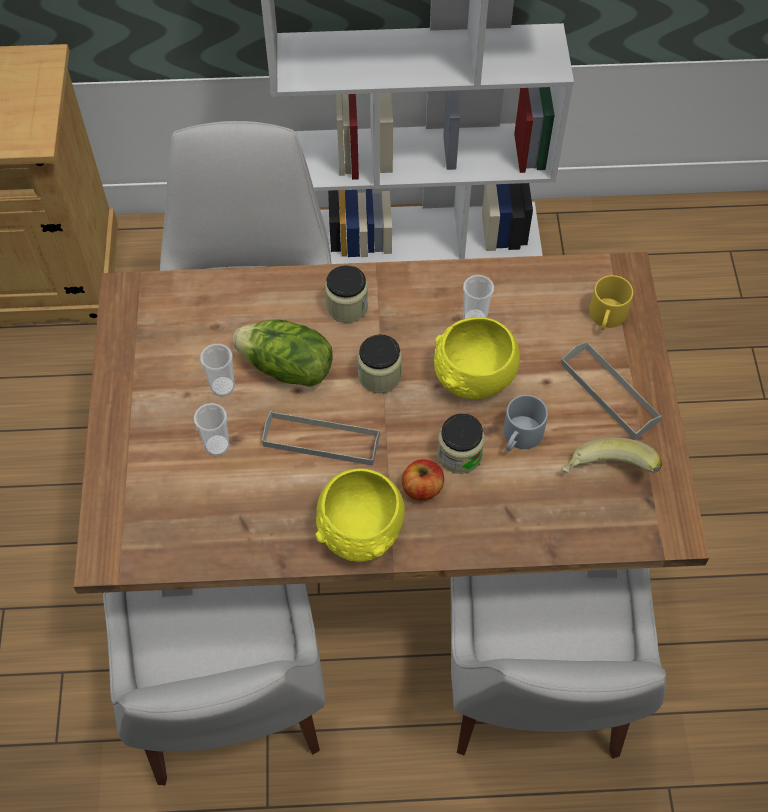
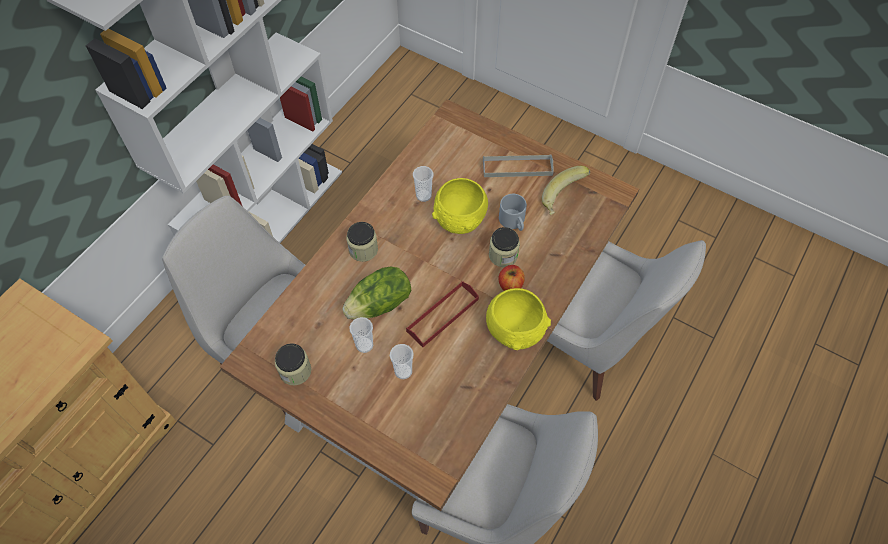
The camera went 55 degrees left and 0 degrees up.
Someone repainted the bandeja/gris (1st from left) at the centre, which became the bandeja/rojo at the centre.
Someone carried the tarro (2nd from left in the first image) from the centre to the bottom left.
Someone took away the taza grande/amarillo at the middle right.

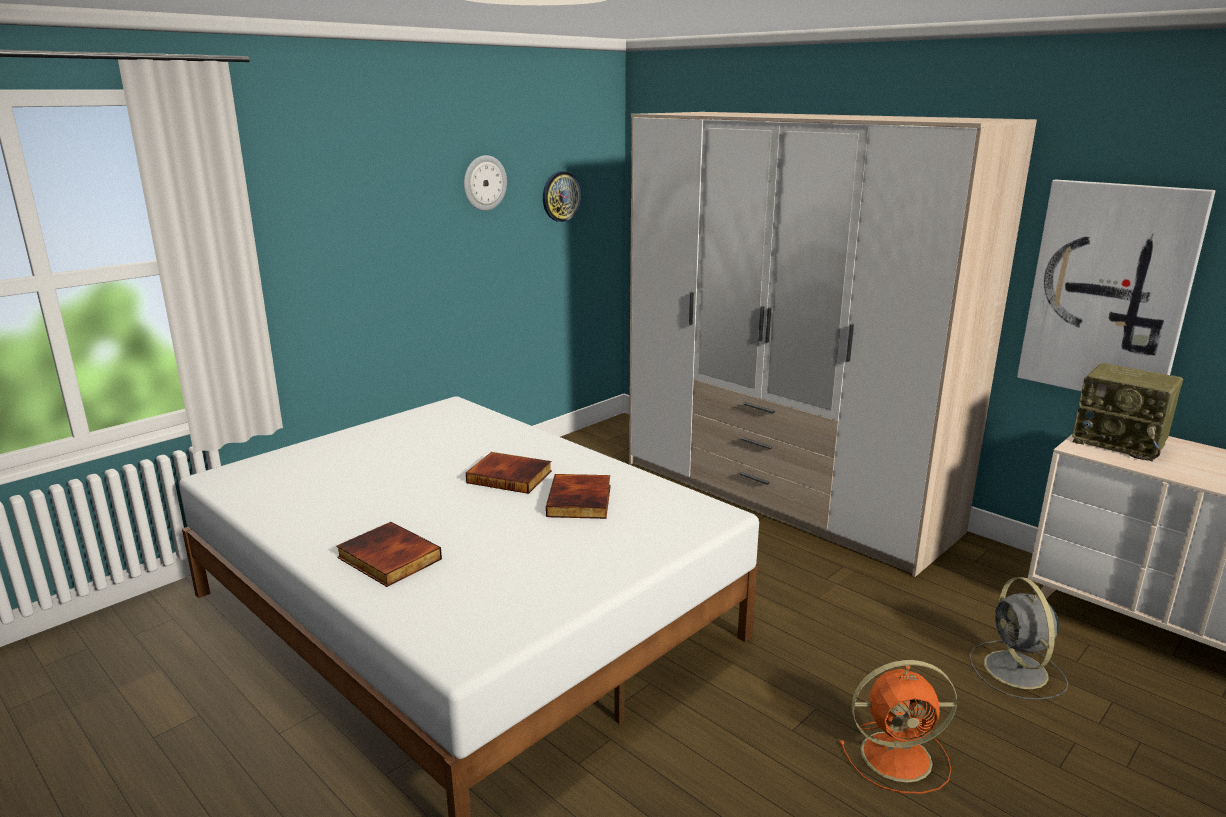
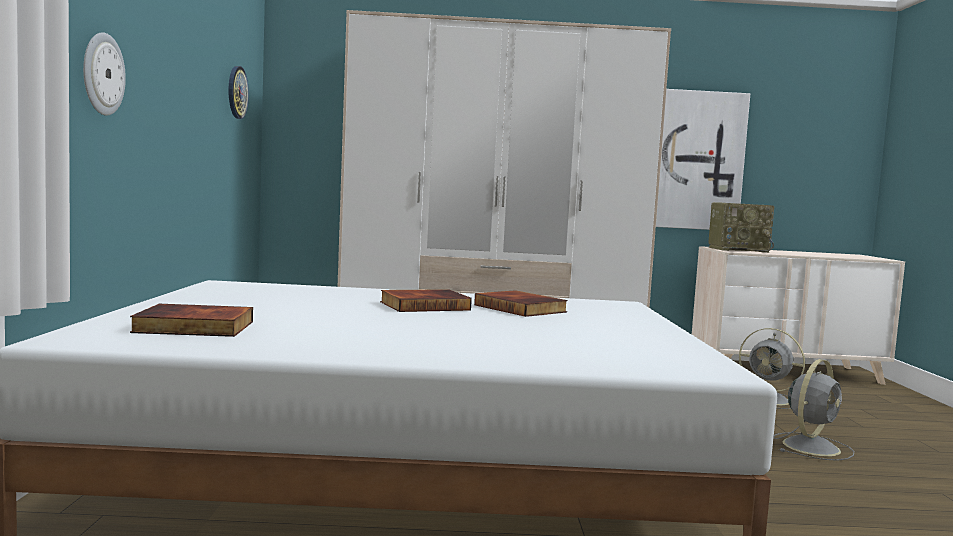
The camera went 45 degrees left and 15 degrees down.
Someone carried the libro (1st from left) from the bottom left to the middle left.
Someone carried the reloj de pared (1st from left) from the top centre to the top left.
Someone repainted the ventilador/naranja at the bottom right, which became the ventilador/gris (2nd from left) at the bottom right.

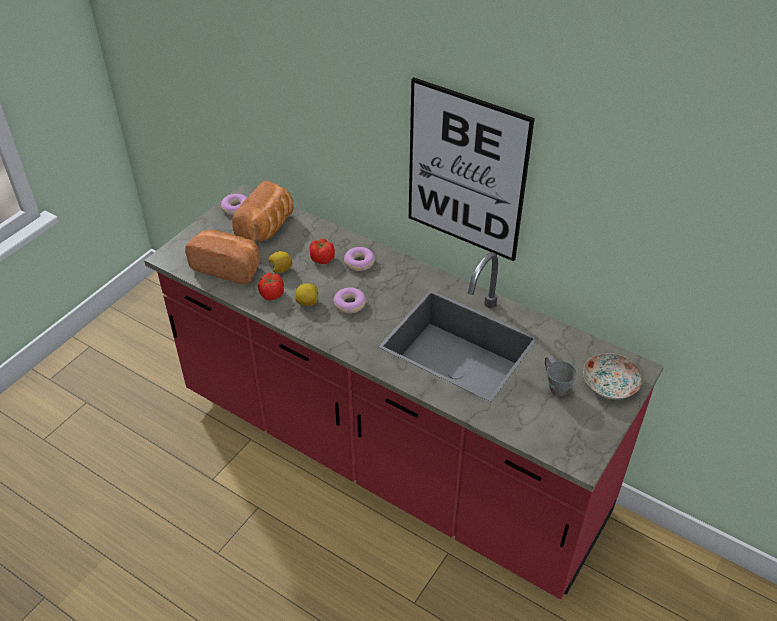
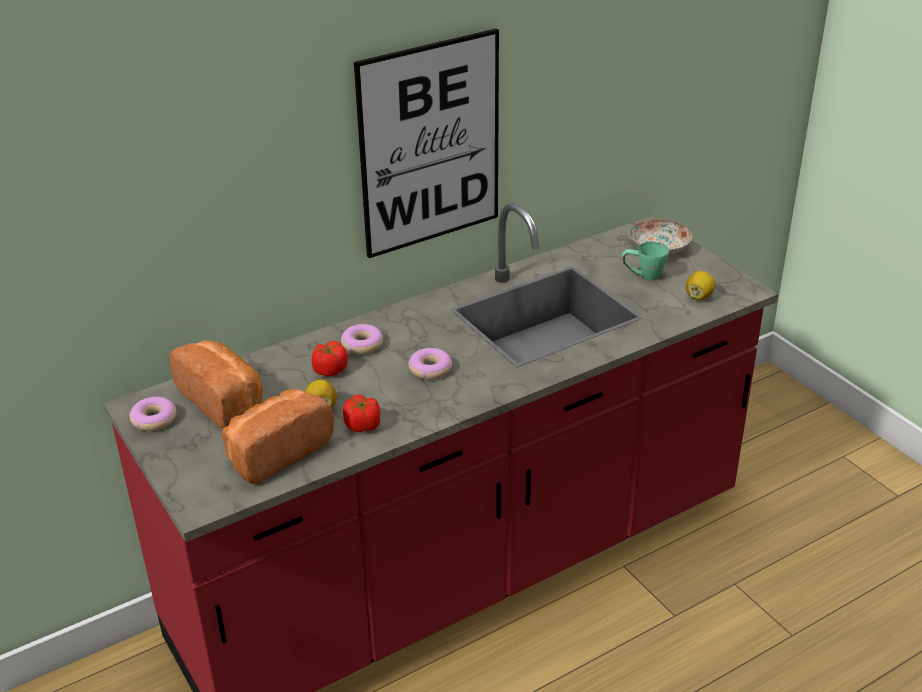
The camera went 65 degrees left and 10 degrees down.
Someone carried the limón (2nd from left) from the centre to the middle right.
Someone repainted the taza grande/gris at the middle right, which became the taza grande/verde at the middle right.

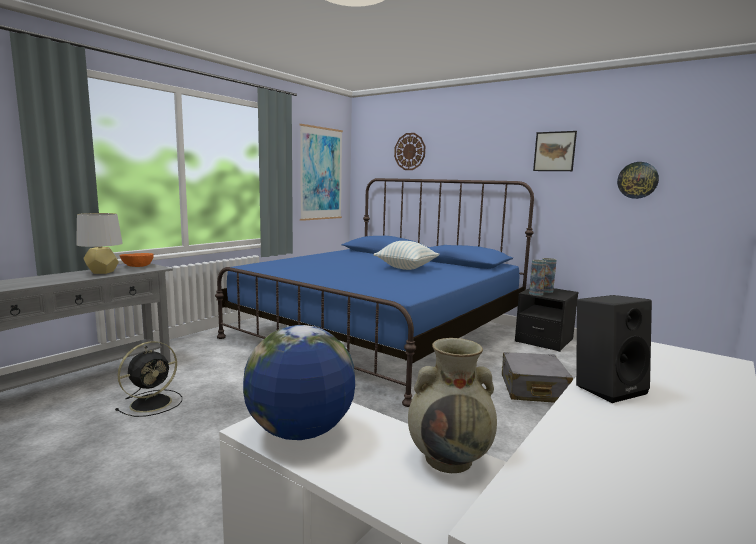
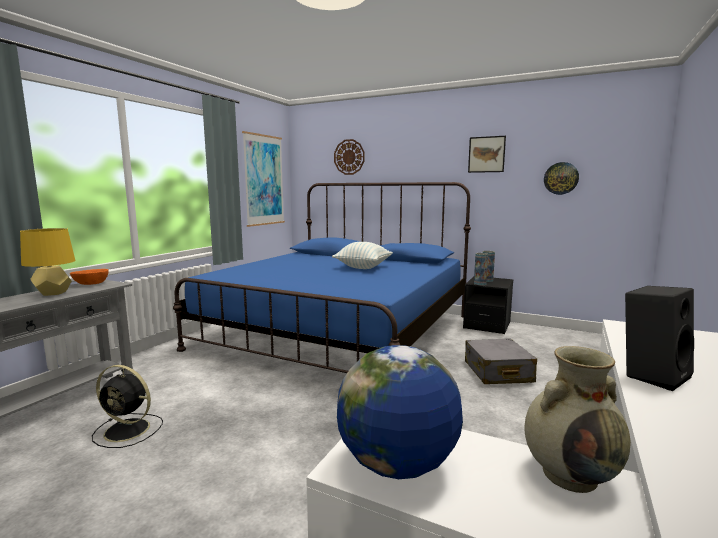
The camera went 10 degrees left and 0 degrees up.
Someone repainted the lámpara de mesa/gris at the middle left, which became the lámpara de mesa/amarillo at the middle left.
Someone rotated the ventilador/negro at the bottom left by 75 degrees clockwise.

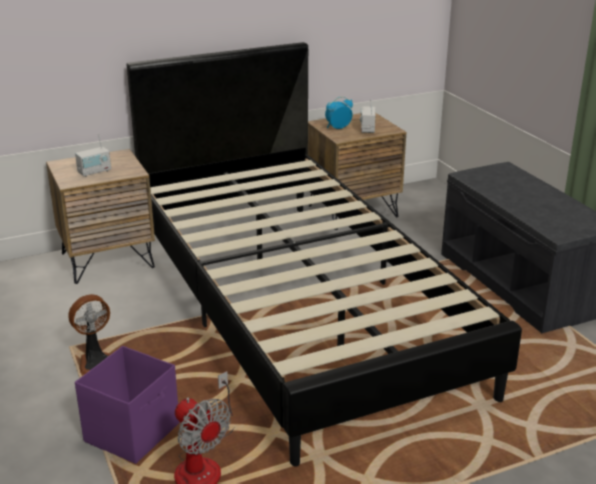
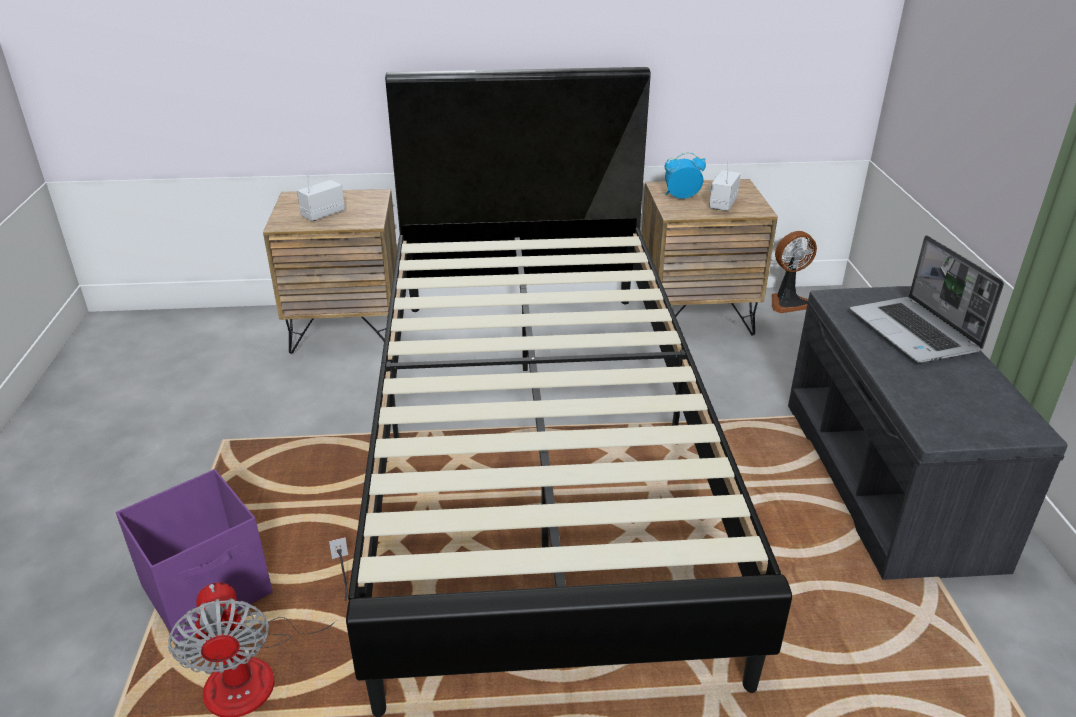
The camera went 20 degrees right and 5 degrees up.
Someone carried the ventilador (1st from left in the first image) from the bottom left to the middle right.
Someone rotated the radio (1st from left) at the top left by 150 degrees clockwise.
Someone put down the portátil at the middle right.

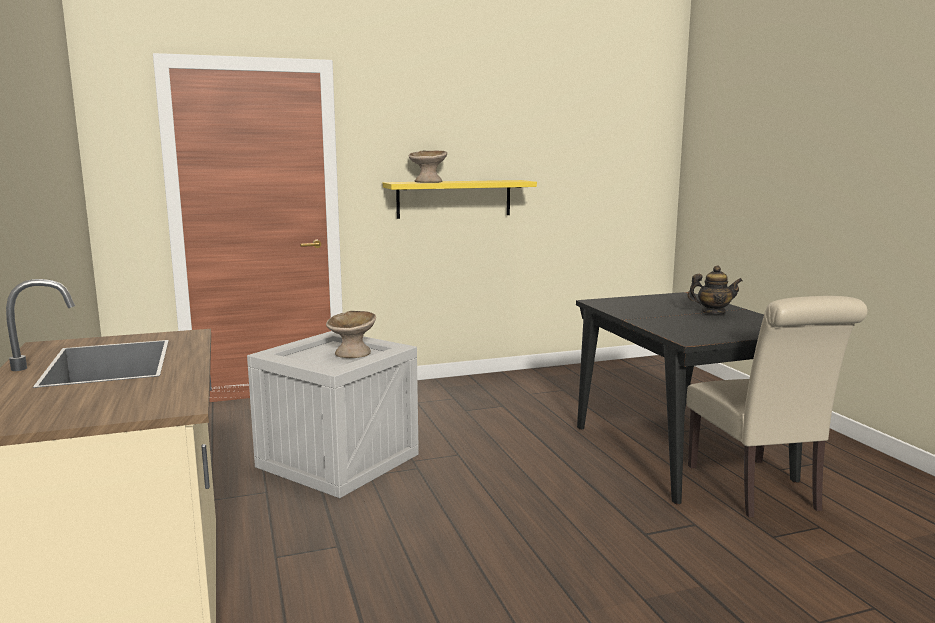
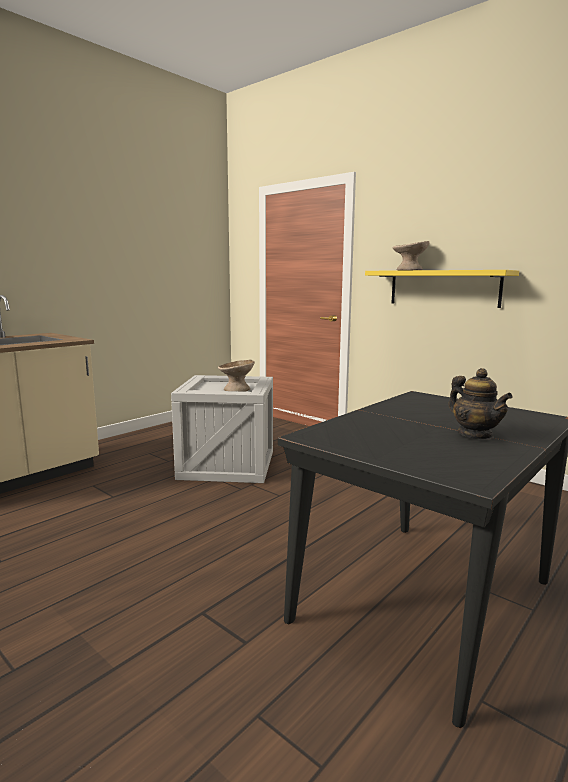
The camera went 60 degrees right and 0 degrees up.
Someone took away the silla/beis at the middle right.

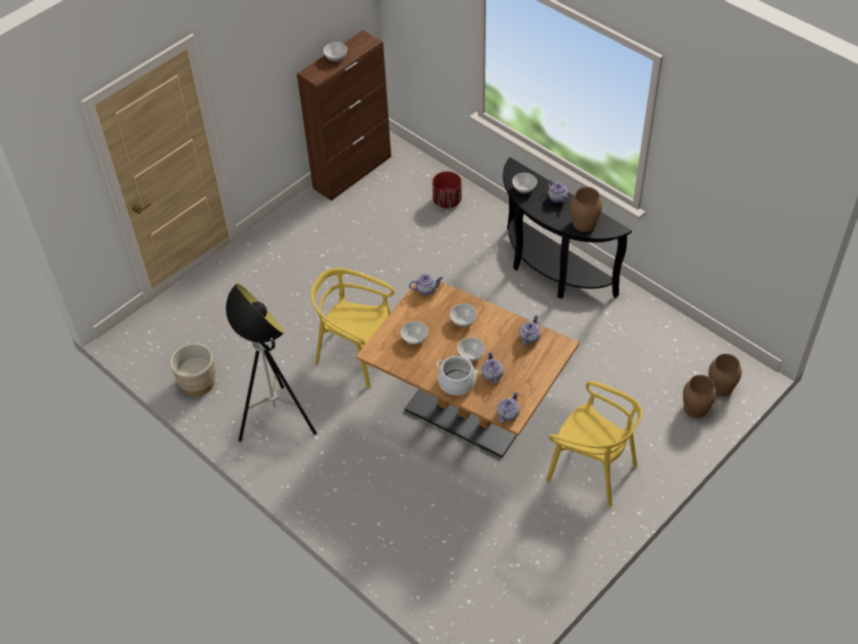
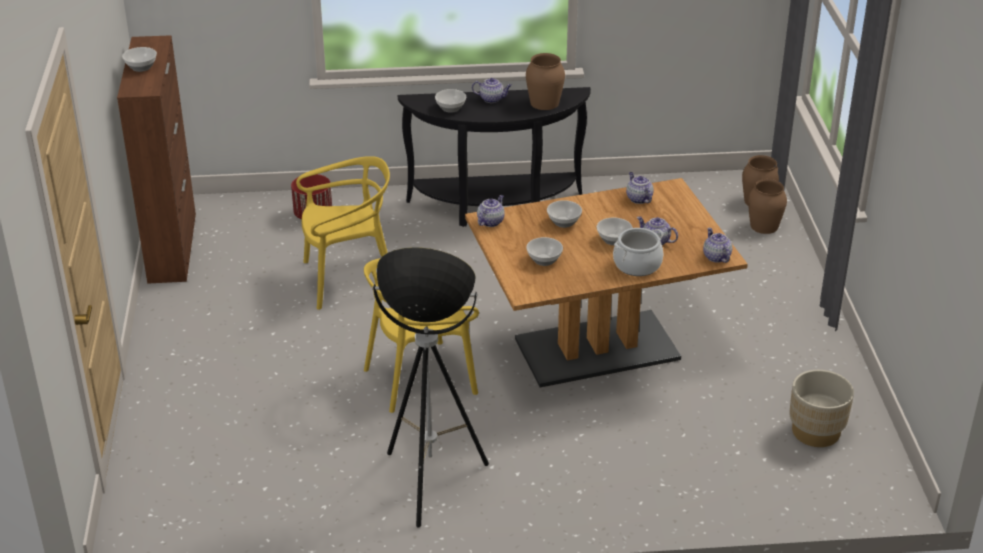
The camera went 50 degrees left and 15 degrees down.
Someone carried the maceta/beis from the middle left to the bottom right.
Someone carried the silla/amarillo (2nd from left in the first image) from the bottom right to the centre.

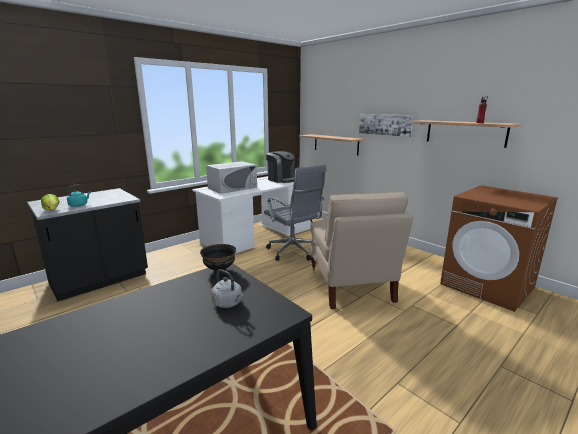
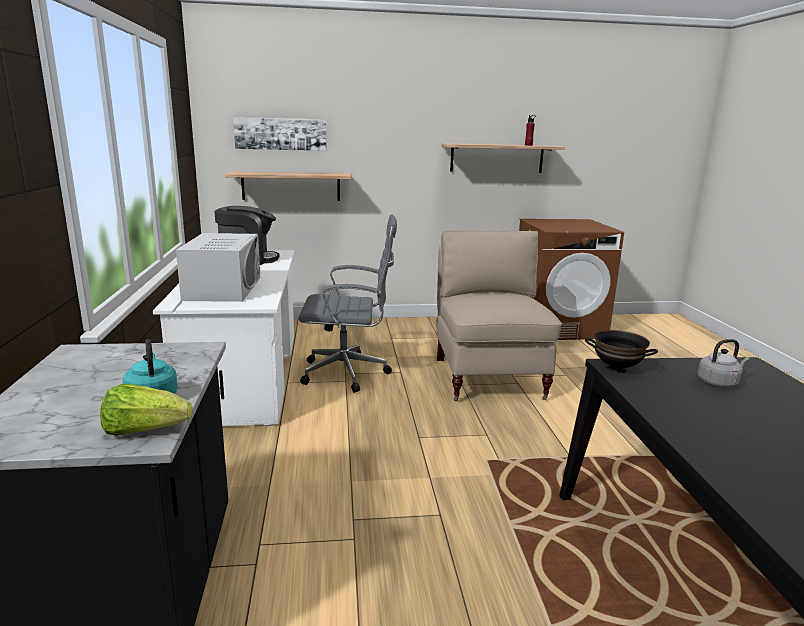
The camera went 55 degrees left and 0 degrees up.
Someone rotated the silla/beis at the centre by 120 degrees counterclockwise.
Someone carried the cuadro from the top right to the top centre.

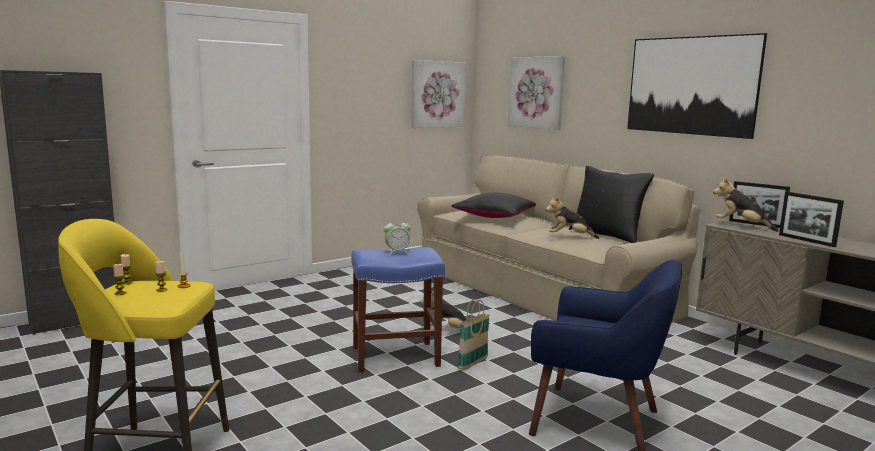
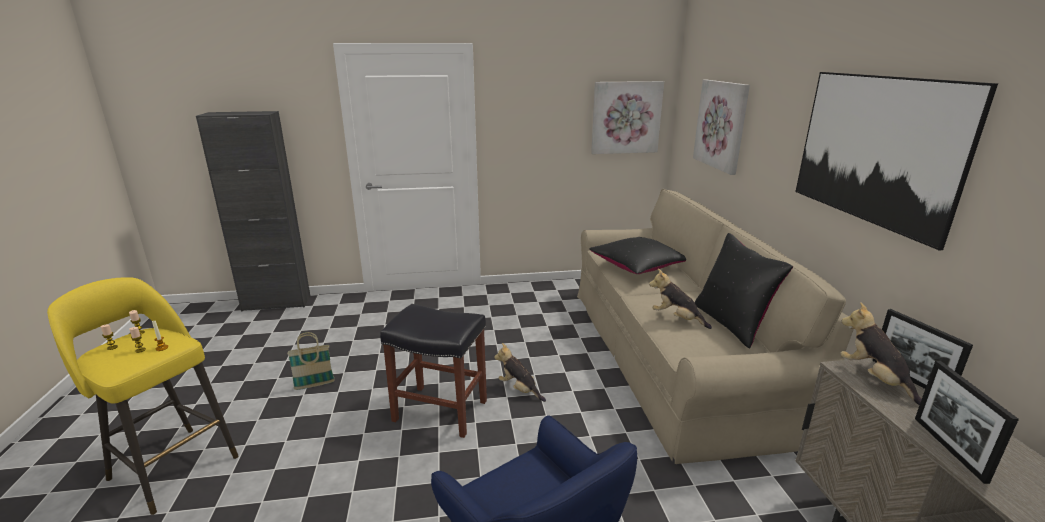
The camera went 30 degrees right and 10 degrees up.
Someone repainted the taburete/azul at the bottom centre, which became the taburete/negro at the bottom centre.
Someone took away the despertador at the centre.
Someone carried the cesta from the bottom centre to the bottom left.

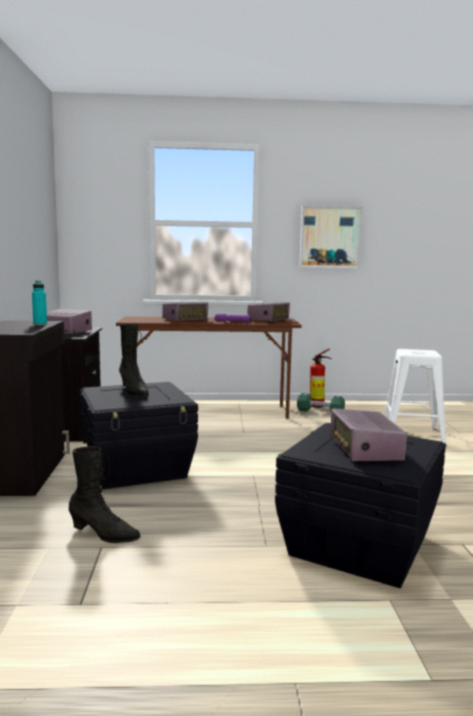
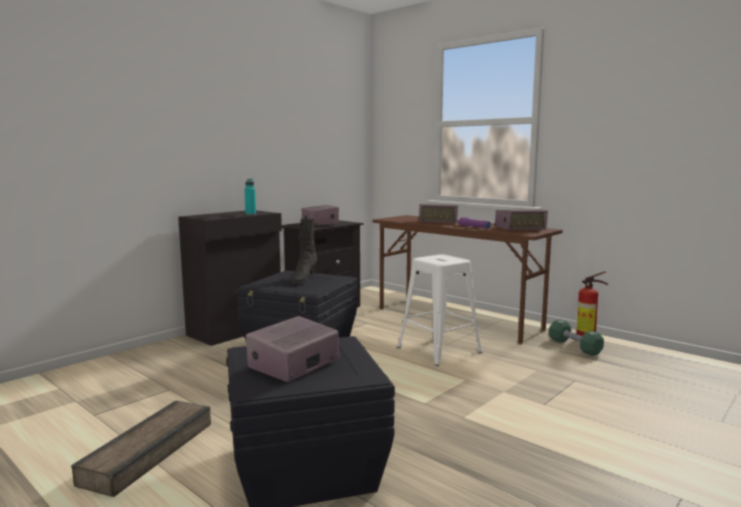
The camera went 45 degrees right and 0 degrees up.
Someone took away the bota/negro (1st from left) at the bottom left.
Someone took away the cuadro at the top right.
Someone carried the taburete/blanco from the middle right to the centre.
Someone put down the caja de embalaje at the bottom left.

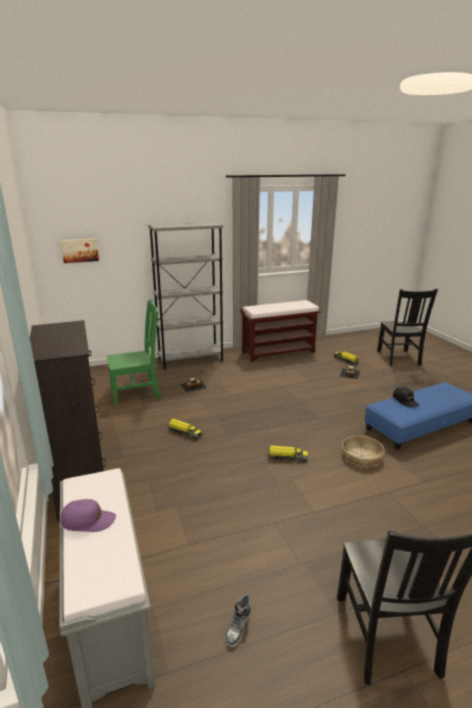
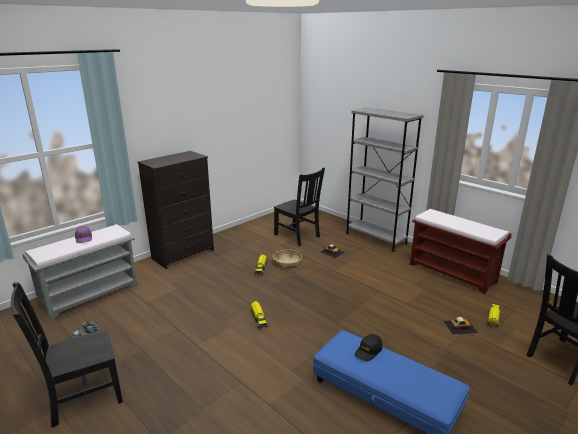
The camera went 65 degrees right and 0 degrees up.
Someone took away the cuadro at the middle left.
Someone repainted the silla/verde at the middle left, which became the silla/negro (2nd from left) at the centre.
Someone carried the cesta from the middle right to the centre.

